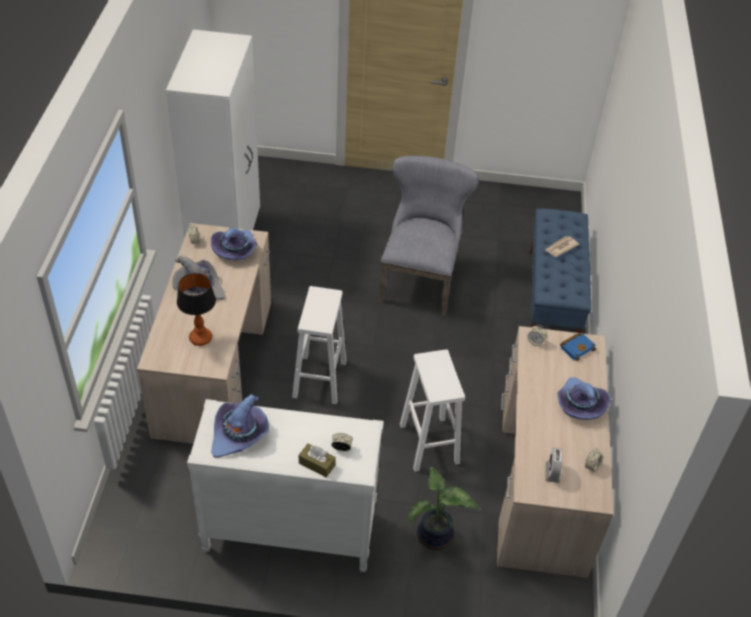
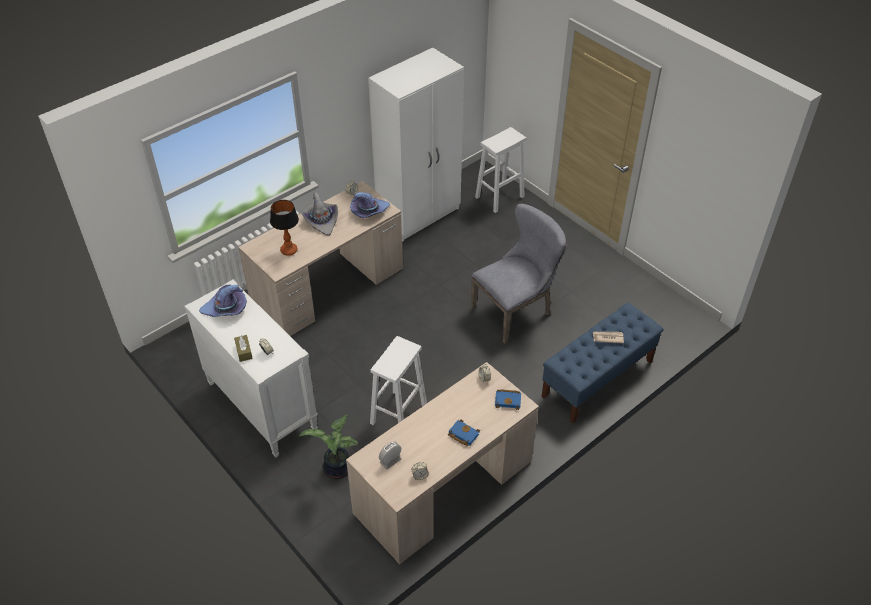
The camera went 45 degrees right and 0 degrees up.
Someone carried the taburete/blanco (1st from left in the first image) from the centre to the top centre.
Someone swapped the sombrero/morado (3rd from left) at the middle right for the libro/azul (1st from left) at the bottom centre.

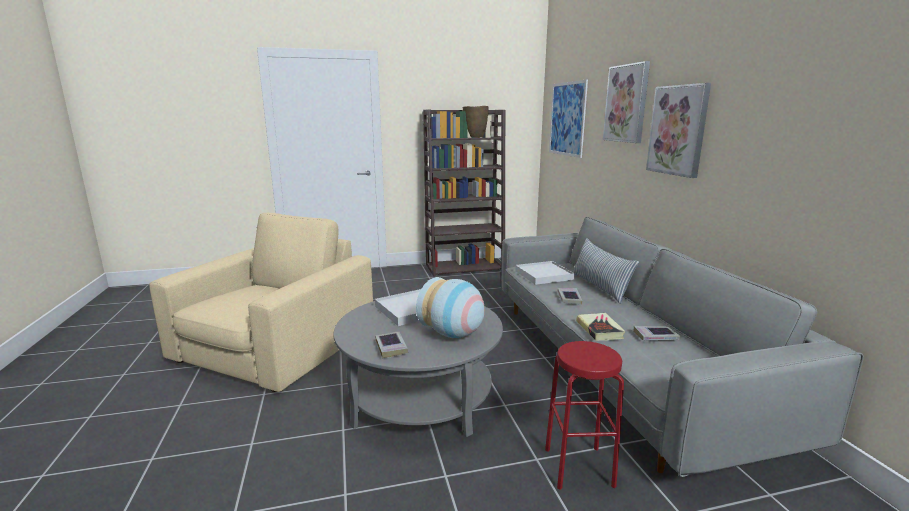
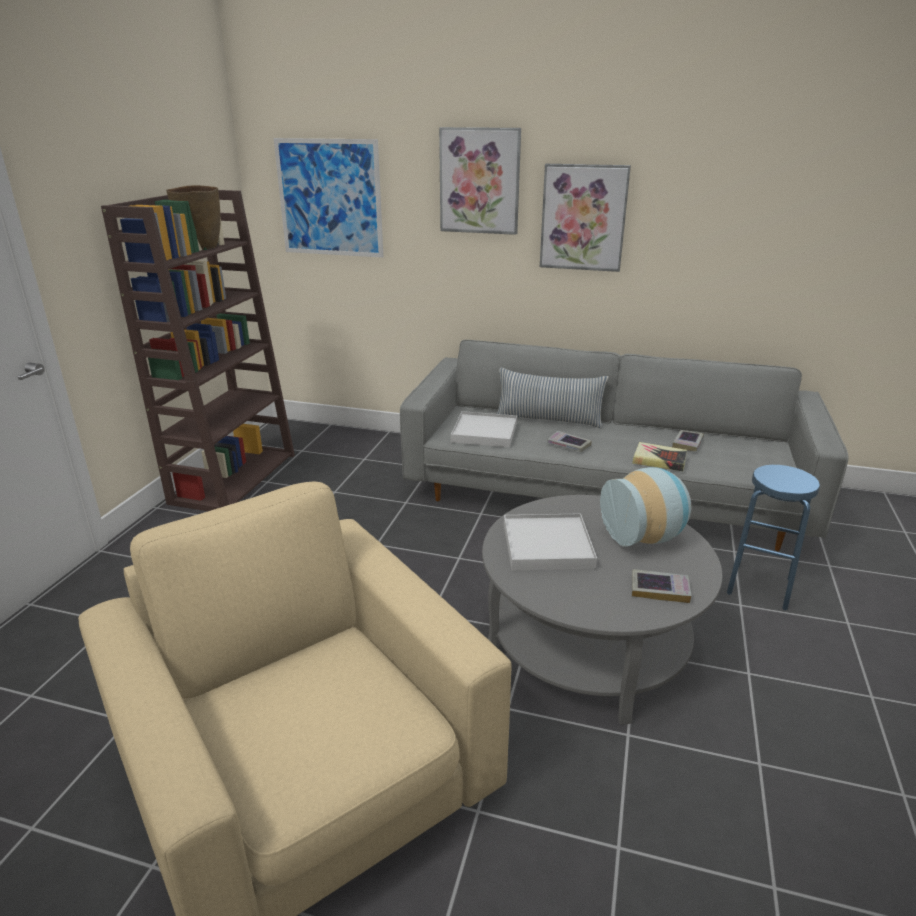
The camera went 60 degrees left and 10 degrees up.
Someone repainted the taburete/rojo at the bottom centre, which became the taburete/azul at the middle right.

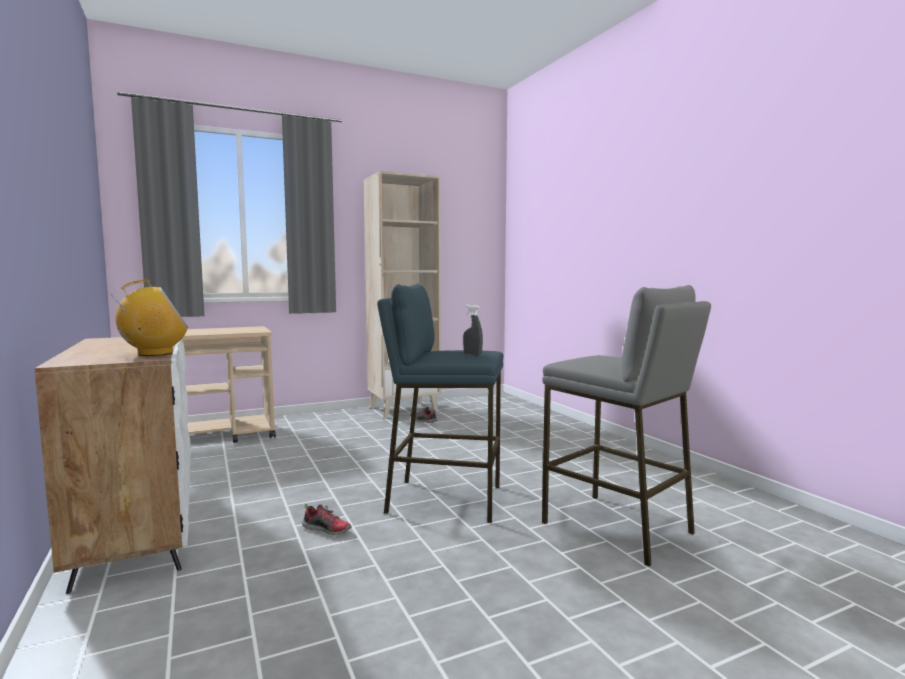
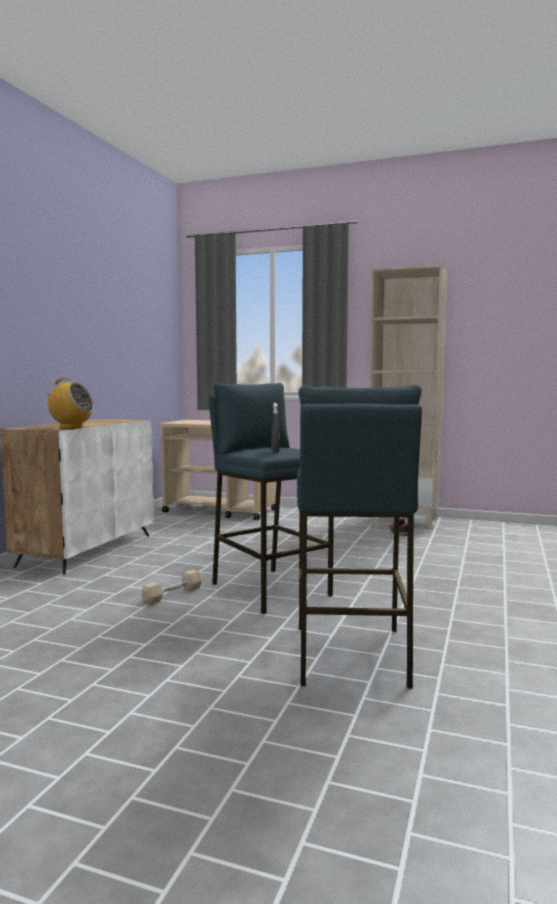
The camera went 45 degrees right and 0 degrees up.
Someone took away the zapato (1st from left) at the bottom centre.
Someone repainted the taburete/gris at the middle right, which became the taburete/azul (2nd from left) at the centre.
Someone put down the mancuerna/beis at the middle left.

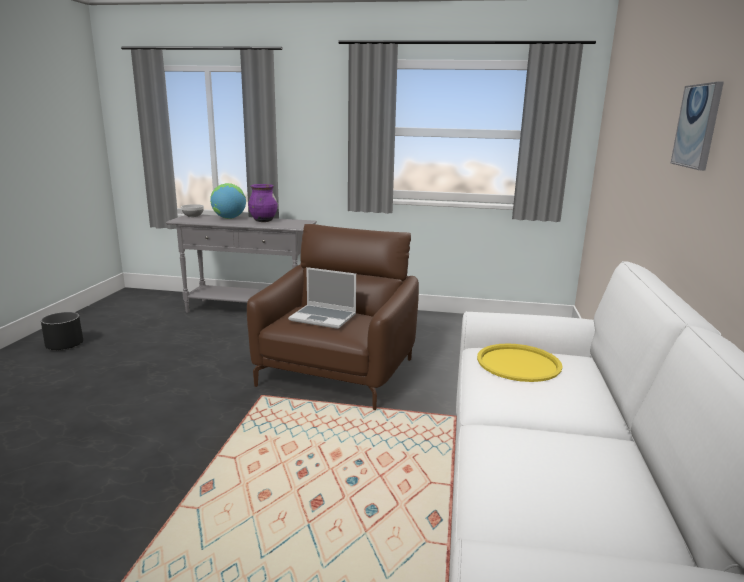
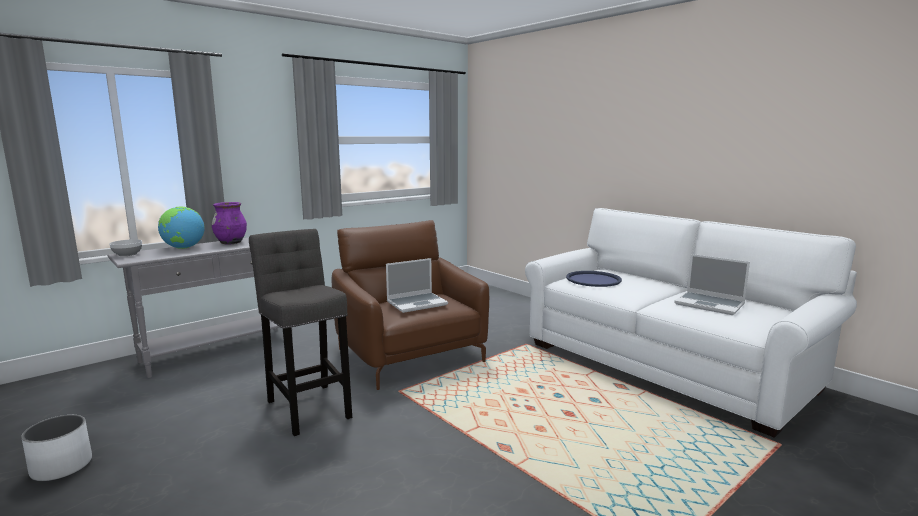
The camera went 50 degrees left and 5 degrees down.
Someone repainted the maceta/negro at the middle left, which became the maceta/blanco at the bottom left.
Someone repainted the bandeja/amarillo at the middle right, which became the bandeja/azul at the centre.
Someone took away the cuadro at the top right.
Someone put down the taburete/gris at the middle left.
Someone put down the portátil (2nd from left) at the middle right.

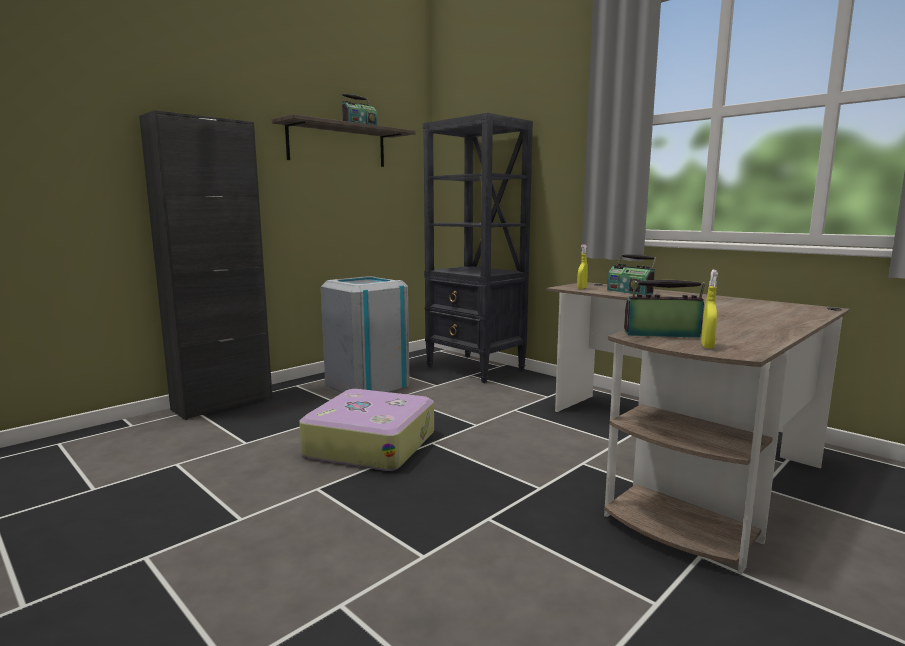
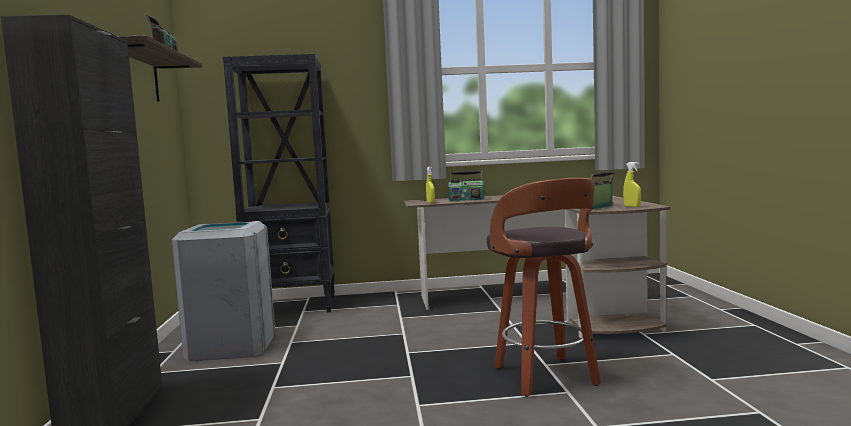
The camera went 50 degrees left and 5 degrees down.
Someone took away the maleta at the centre.
Someone put down the taburete at the bottom centre.

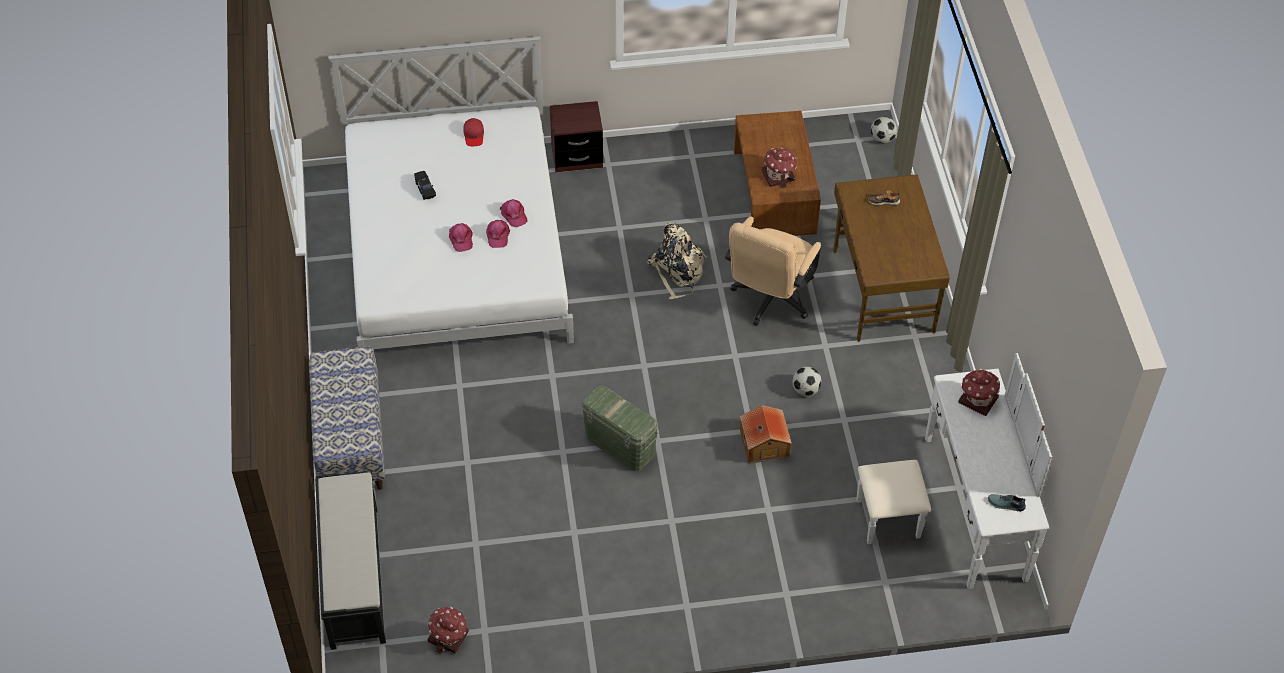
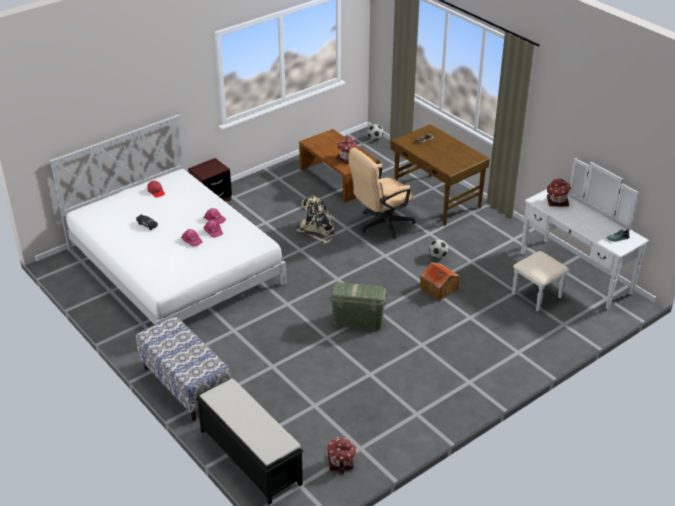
The camera went 30 degrees left and 15 degrees down.
Someone rotated the silla de oficina/beis at the centre by 60 degrees clockwise.

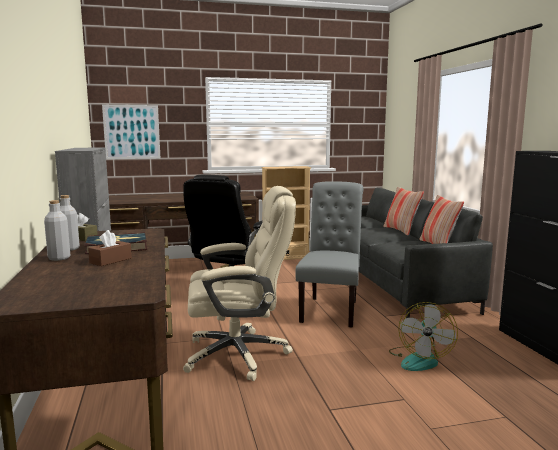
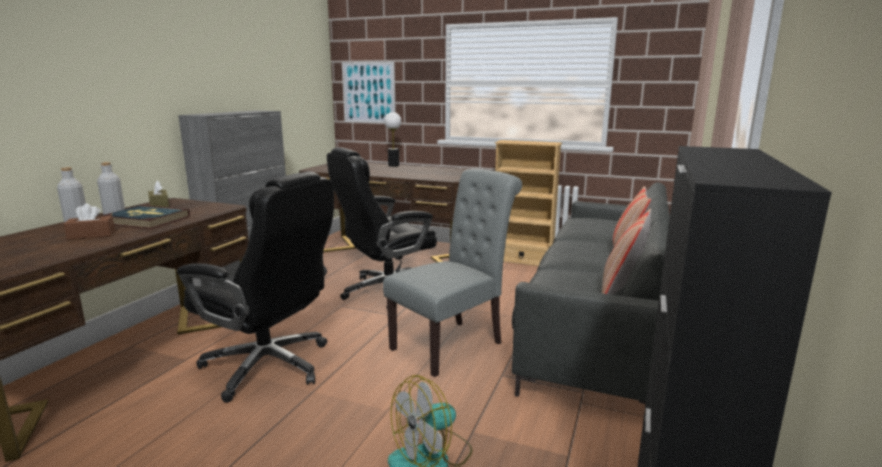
The camera went 35 degrees right and 5 degrees up.
Someone repainted the silla de oficina/beis at the centre, which became the silla de oficina/negro (1st from left) at the middle left.
Someone put down the lámpara de mesa at the top centre.

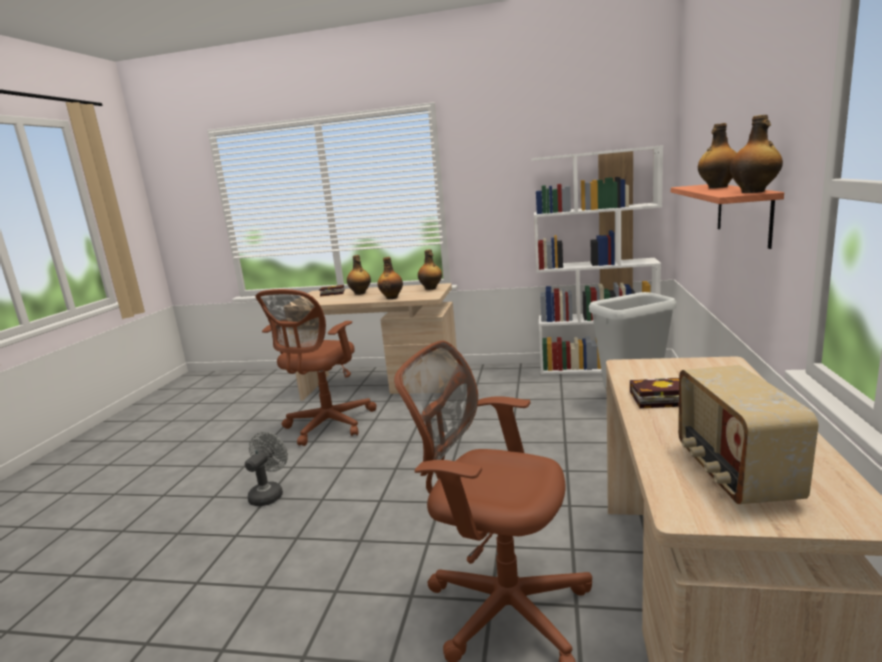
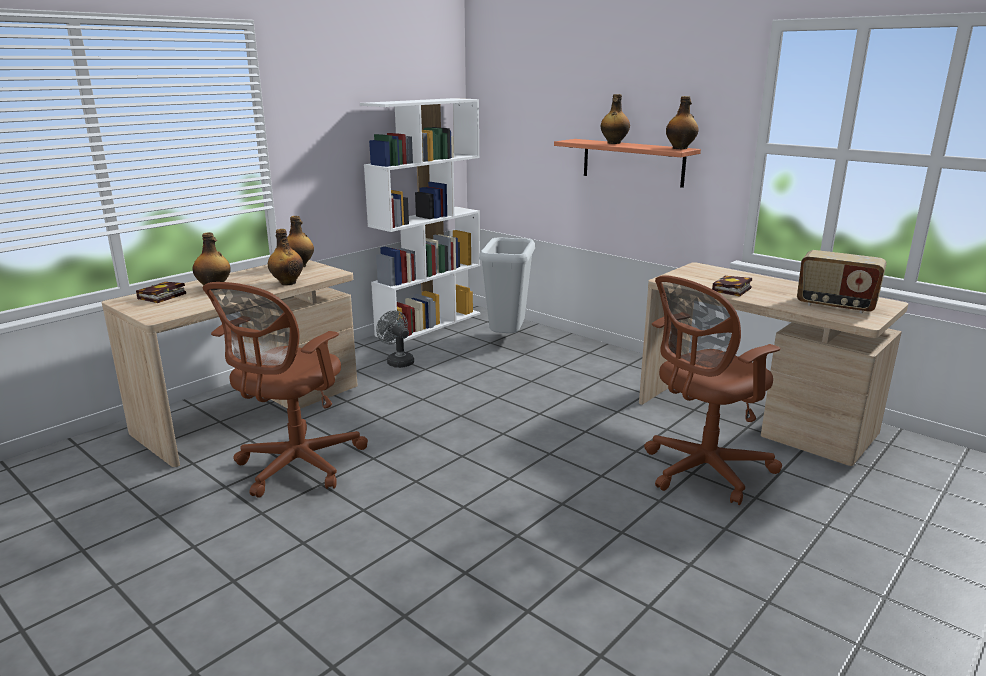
The camera went 60 degrees left and 5 degrees up.
Someone carried the ventilador/gris from the bottom left to the centre.
Someone rotated the silla de oficina/marrón (1st from left) at the centre by 60 degrees clockwise.

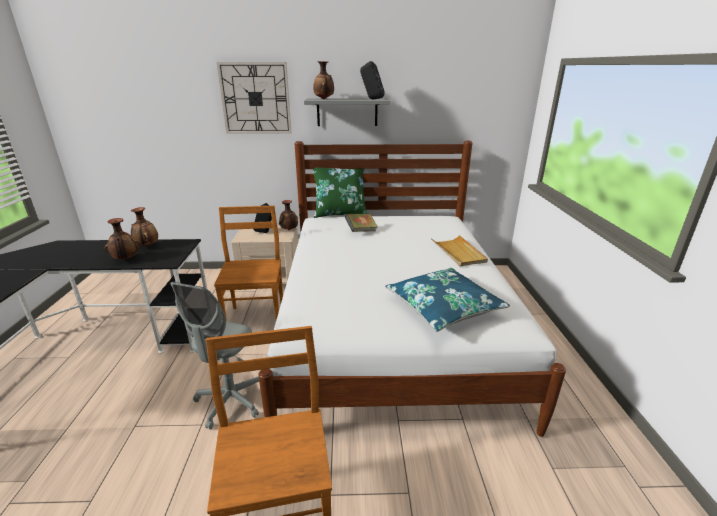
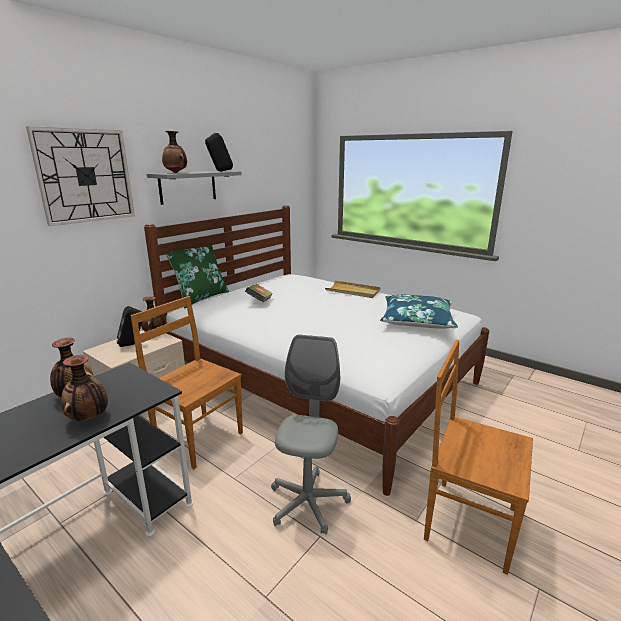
The camera went 50 degrees left and 5 degrees down.
Someone rotated the silla de oficina/gris at the bottom left by 135 degrees counterclockwise.

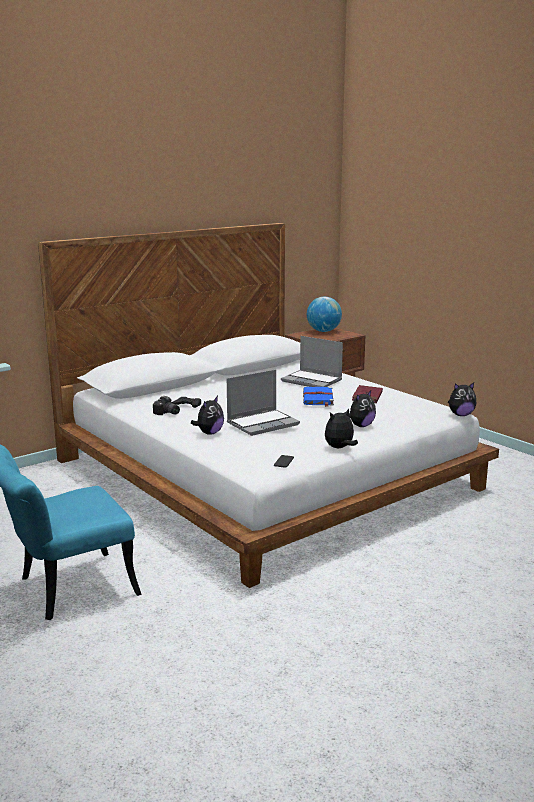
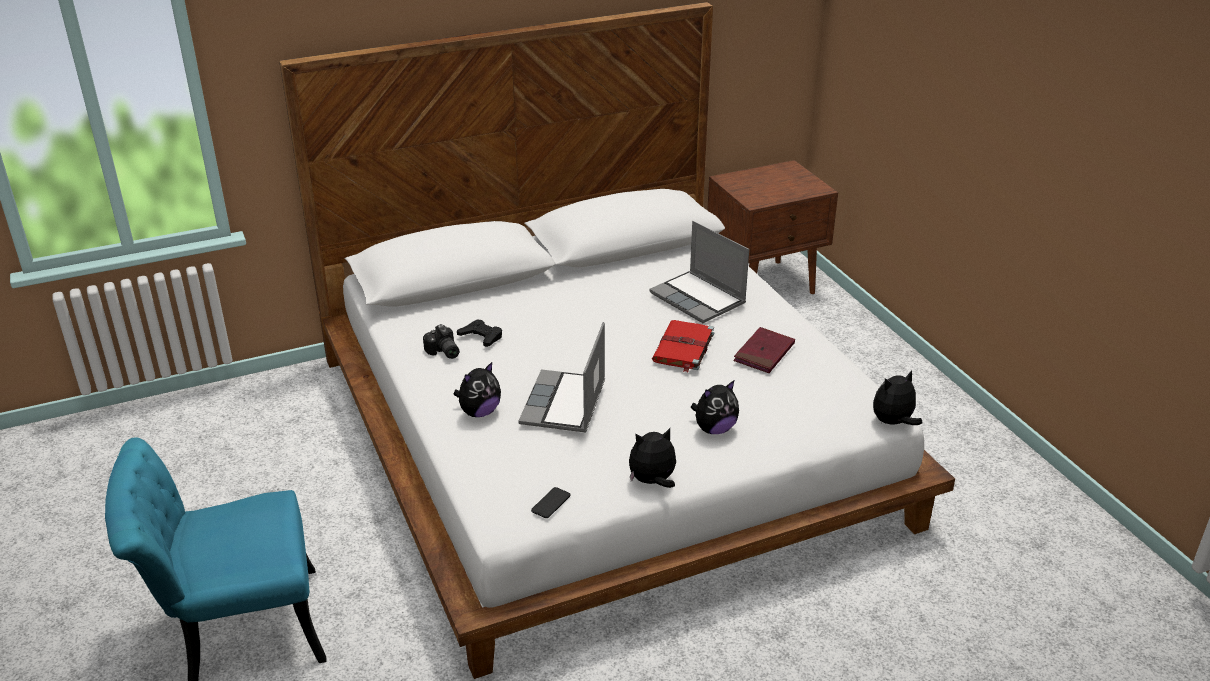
The camera went 15 degrees right and 15 degrees up.
Someone rotated the portátil (1st from left) at the centre by 120 degrees clockwise.
Someone repainted the libro/azul at the centre, which became the libro/rojo (1st from left) at the centre.
Someone took away the globo terráqueo at the centre.
Someone rotated the peluche (4th from left) at the middle right by 150 degrees clockwise.

